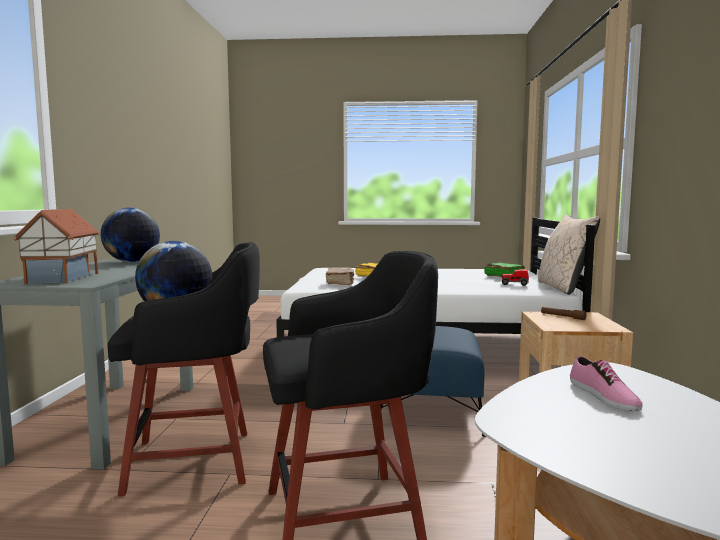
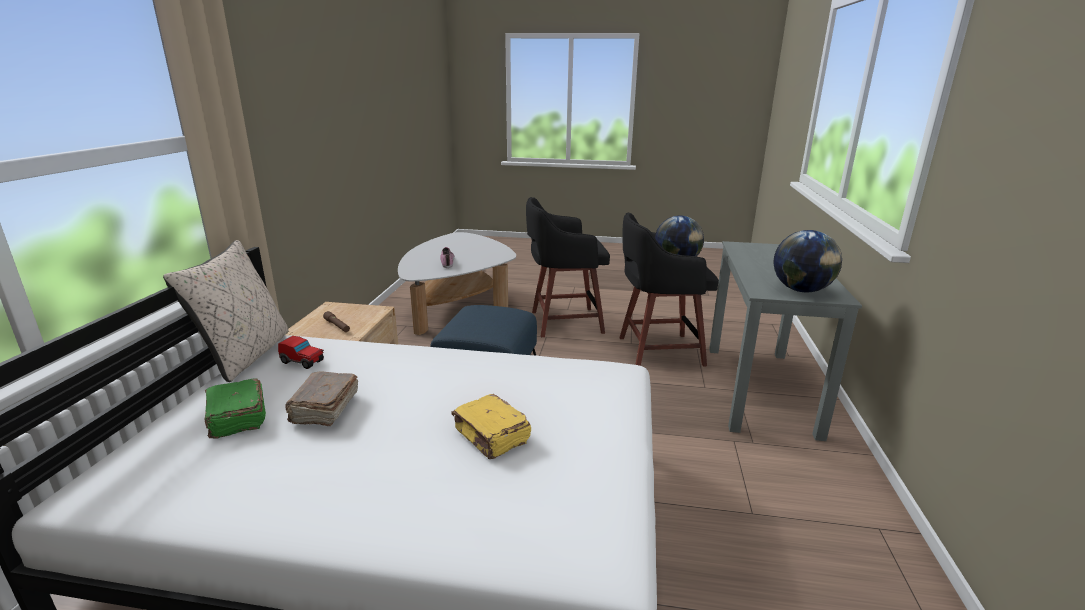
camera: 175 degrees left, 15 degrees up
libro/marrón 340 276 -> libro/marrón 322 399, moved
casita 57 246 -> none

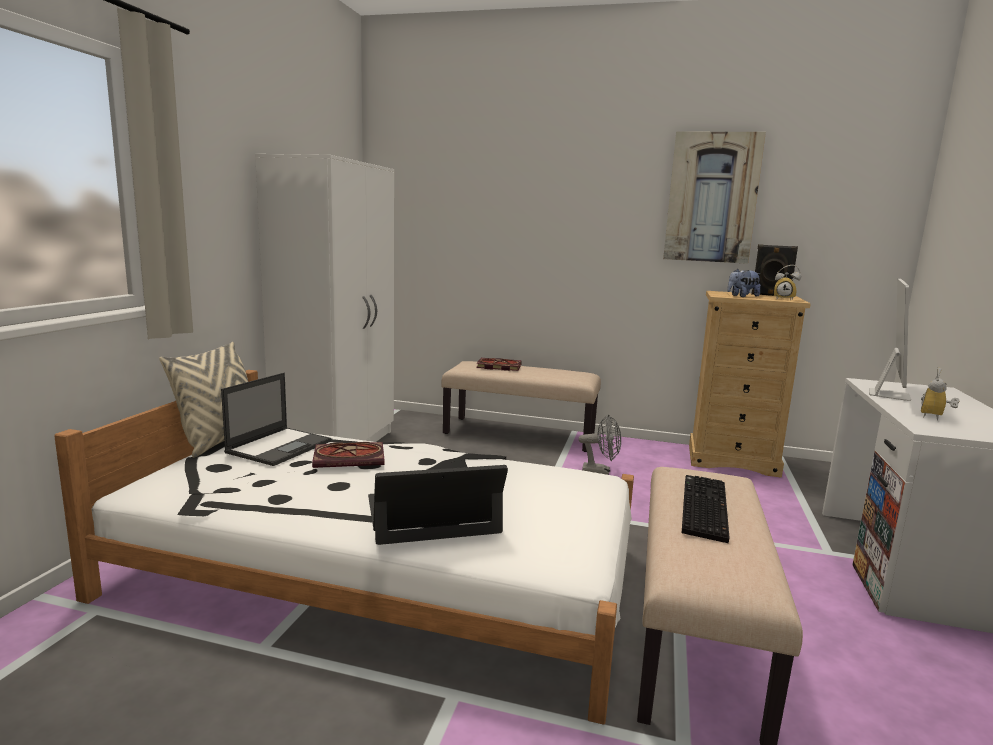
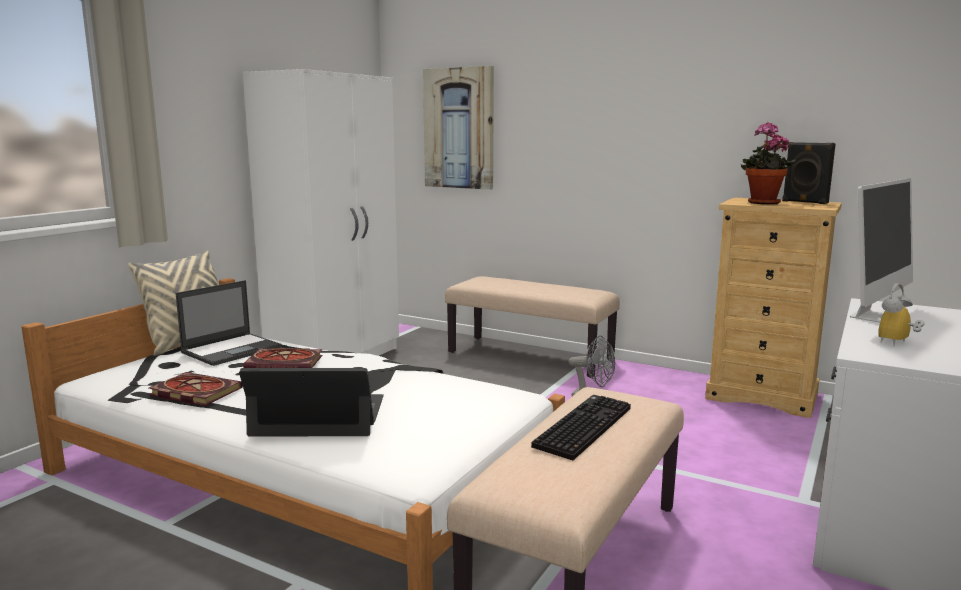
camera: 15 degrees right, 0 degrees up
libro 499 364 -> libro 196 389, moved
cuadro 714 198 -> cuadro 458 128, moved
peluche 744 283 -> planta en maceta 768 163
despertador 787 282 -> none

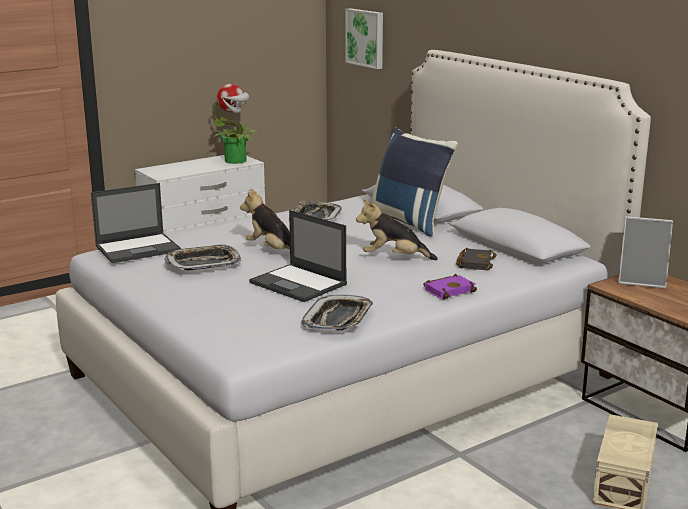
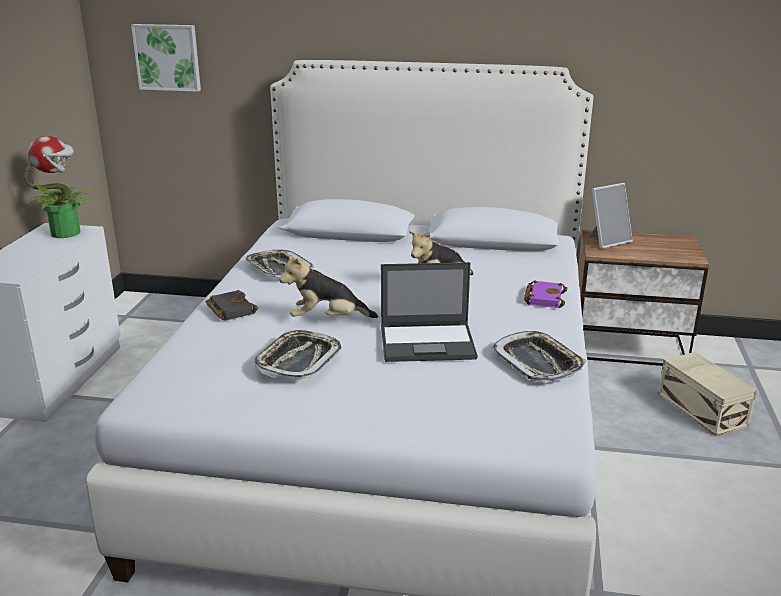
camera: 45 degrees left, 5 degrees up
libro/negro 476 259 -> libro/negro 232 305, moved
portátil 136 223 -> none
cojín/azul 415 182 -> none

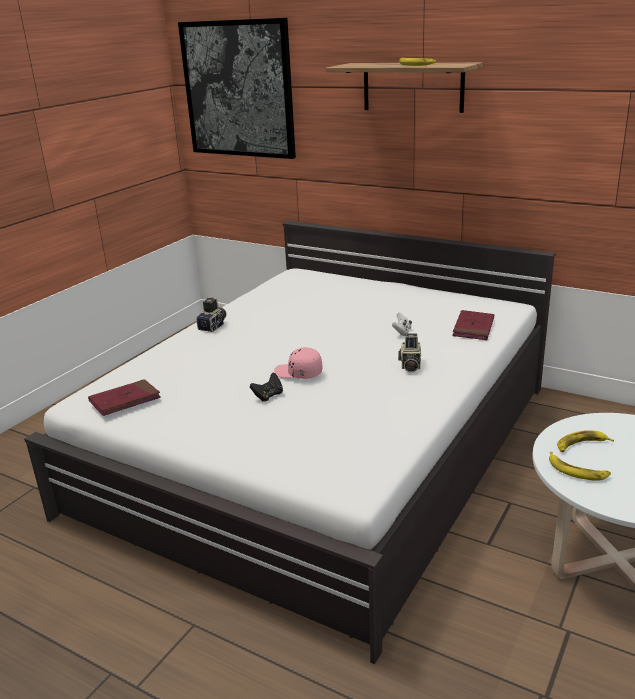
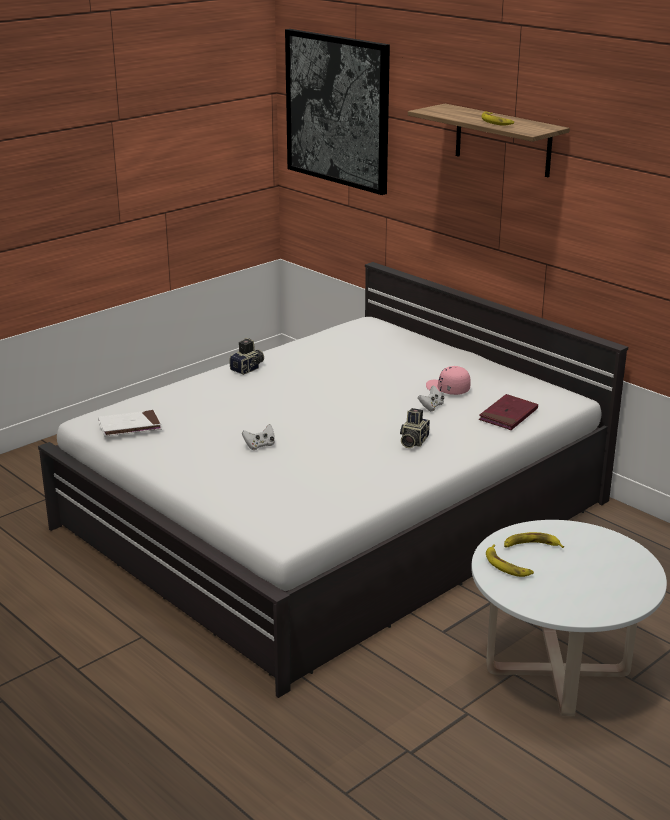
camera: 15 degrees right, 0 degrees up
libro/rojo 124 397 -> libro/blanco 130 423
mando de consola/negro 266 387 -> mando de consola/blanco 258 437
gorra/rosa 298 363 -> gorra/rosa 448 380, moved

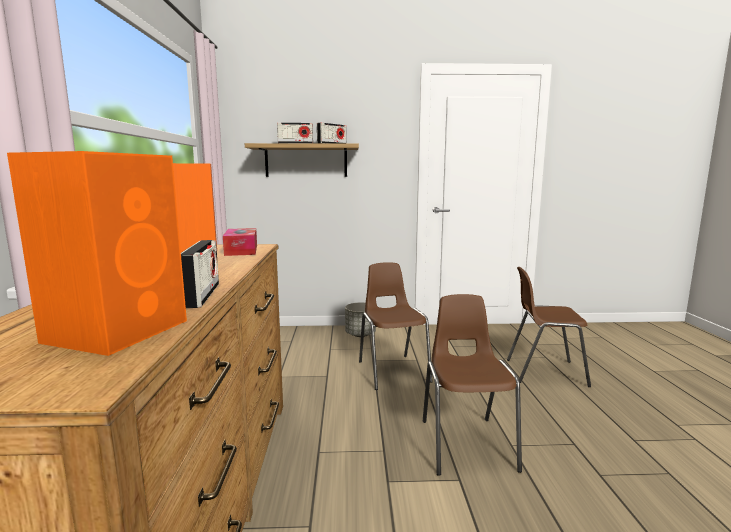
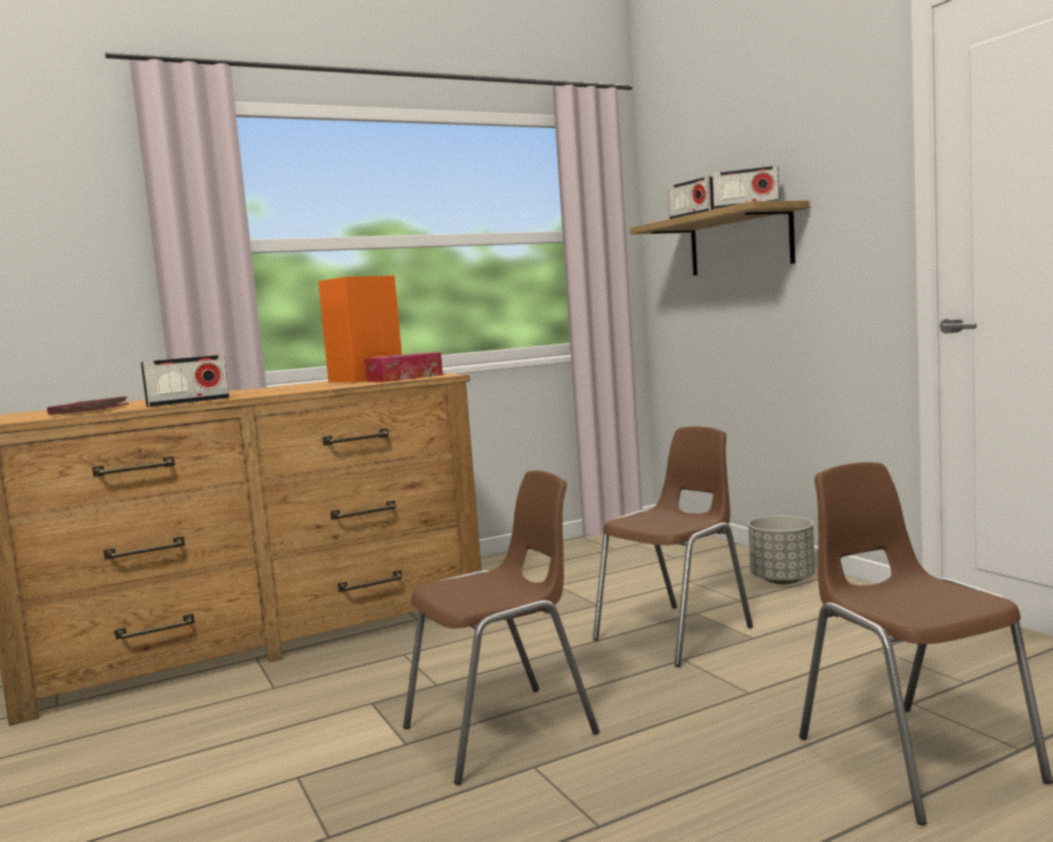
camera: 65 degrees right, 5 degrees down
altavoz/naranja 97 253 -> libro/rojo 88 405

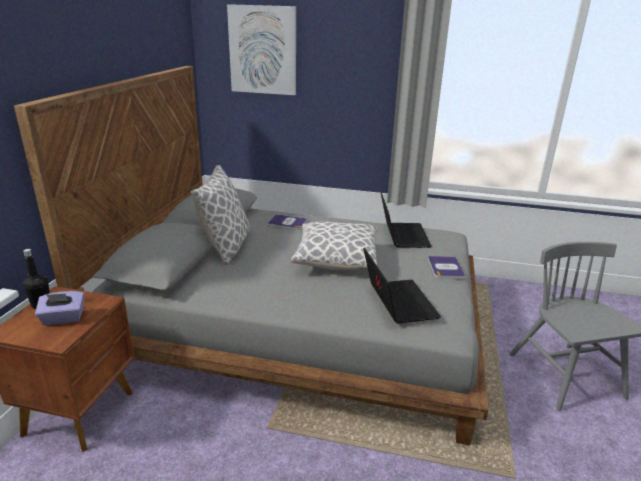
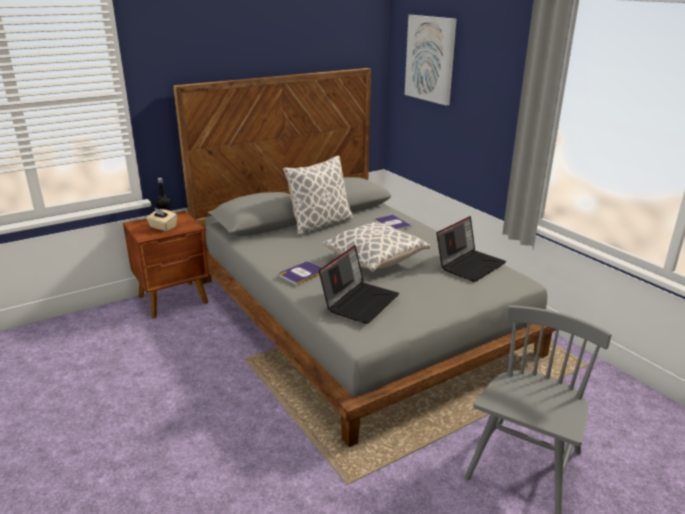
camera: 45 degrees right, 0 degrees up
caja de pañuelos/morado 59 308 -> caja de pañuelos/beis 161 219
libro 447 267 -> libro 300 273, moved

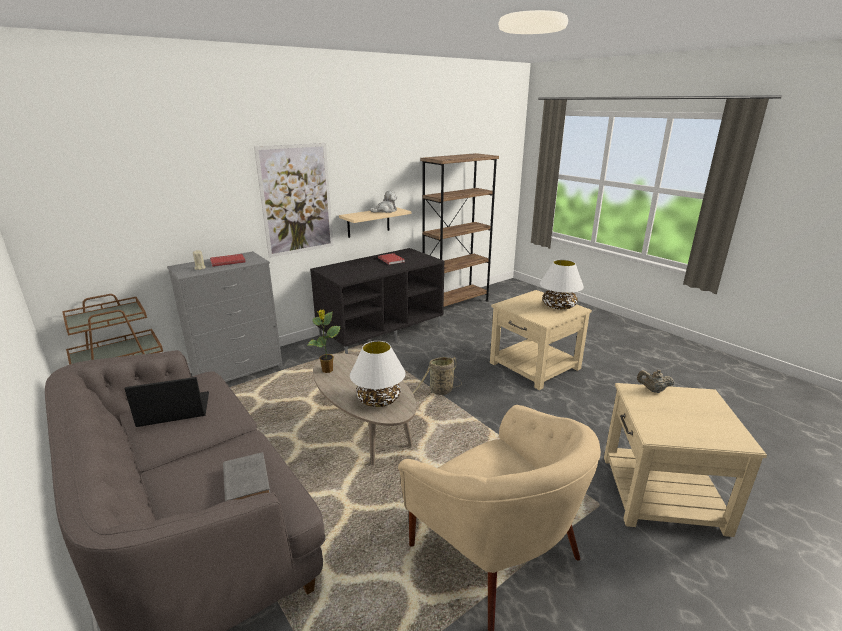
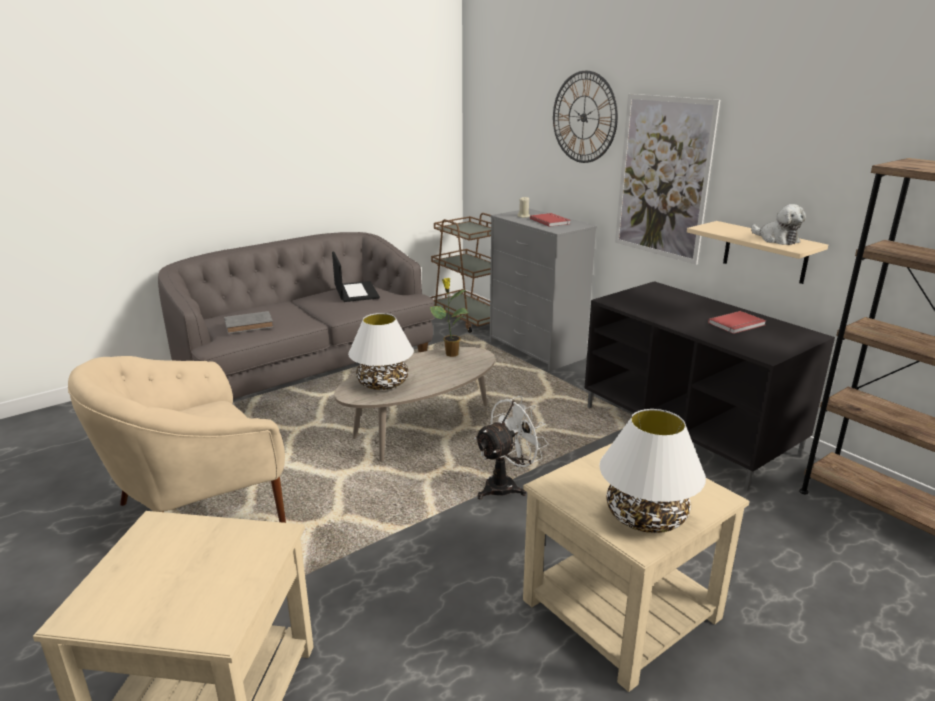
camera: 90 degrees right, 0 degrees up
cesta 437 378 -> ventilador/blanco 511 447
none -> reloj de pared 585 117
tetera/beis 656 381 -> none

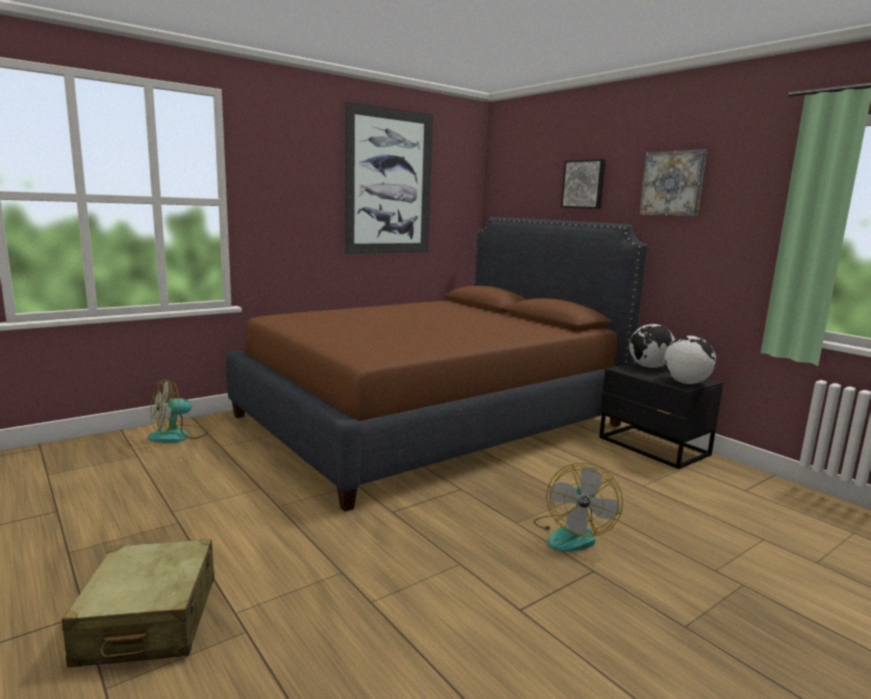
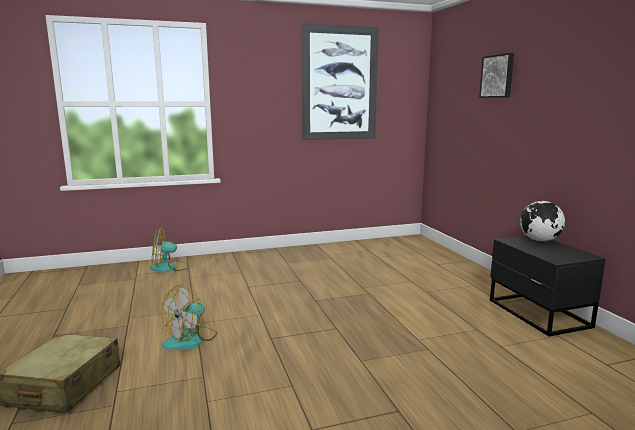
camera: 20 degrees right, 0 degrees up
ventilador 578 507 -> ventilador 189 317, moved
cama/marrón 437 364 -> none
cuadro 673 183 -> none
globo terráqueo 690 360 -> none

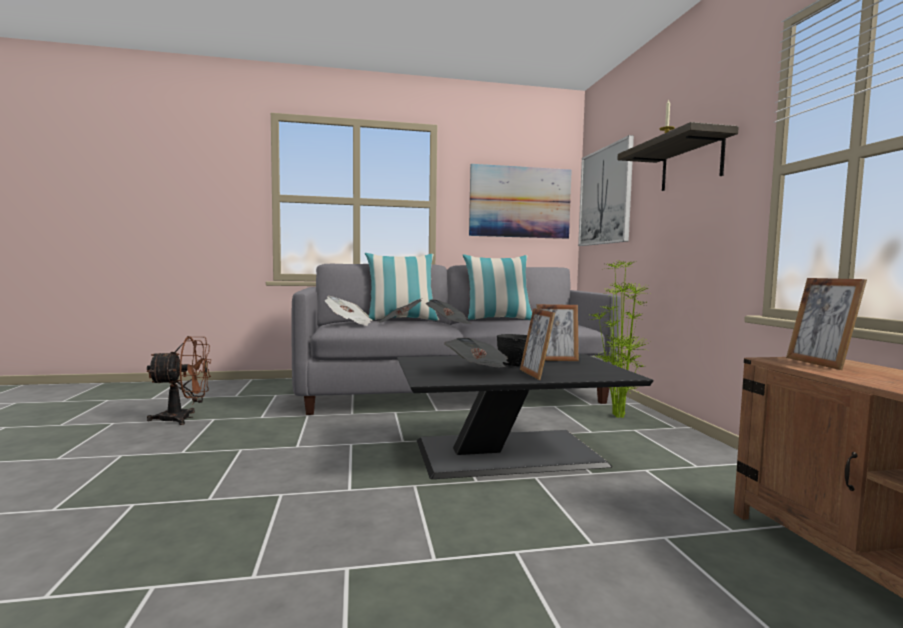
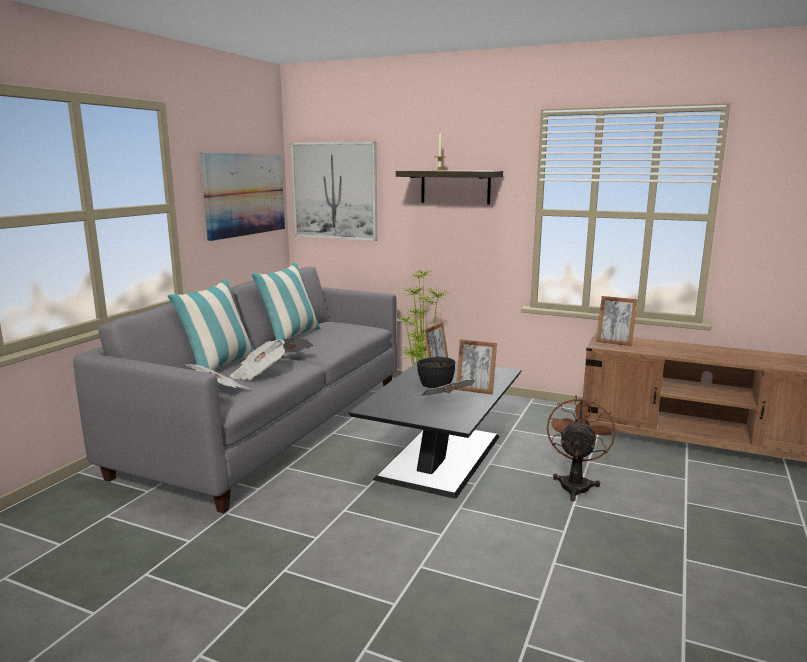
camera: 55 degrees left, 10 degrees up
ventilador/marrón 179 380 -> ventilador/marrón 581 448, moved

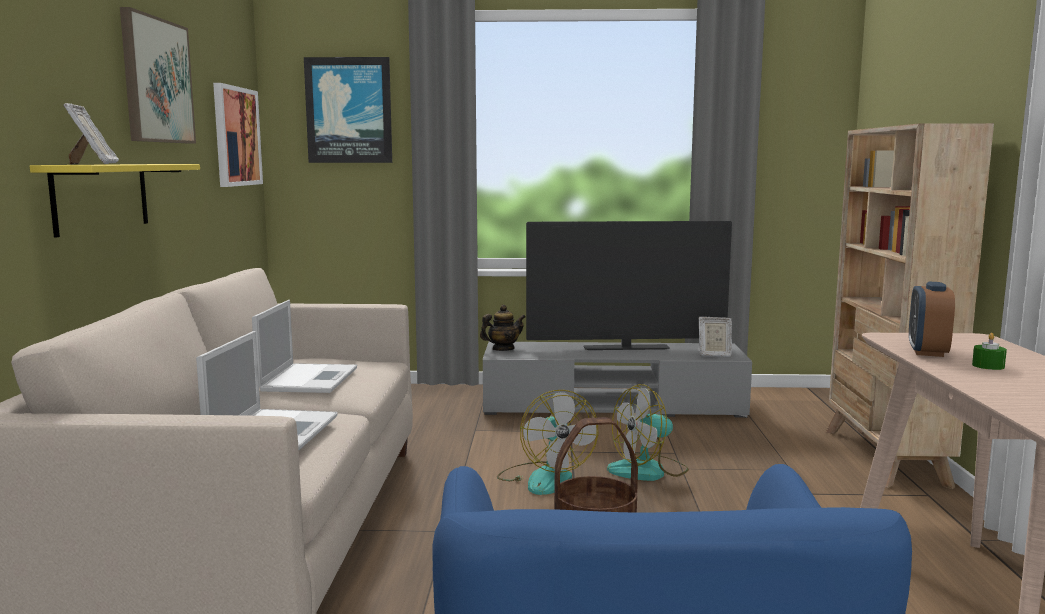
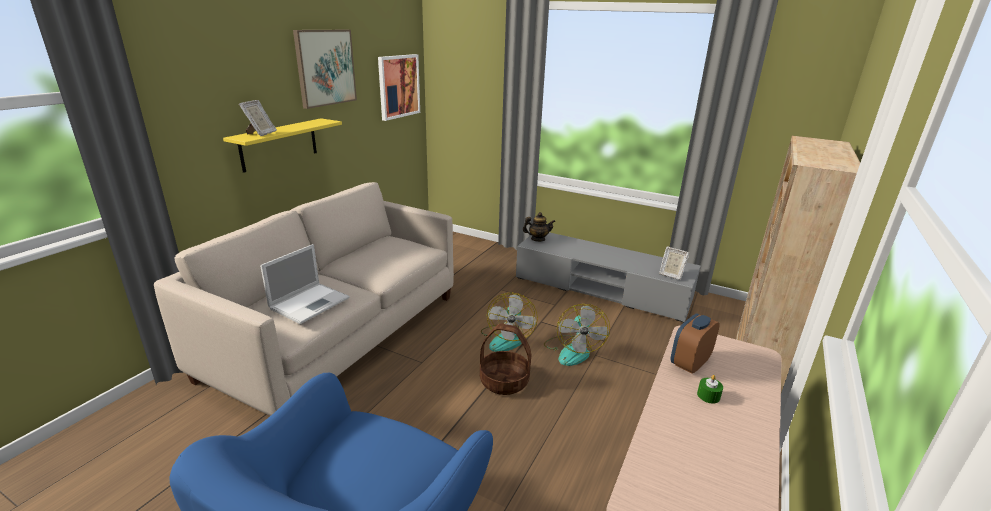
camera: 25 degrees right, 15 degrees up
ventilador 648 432 -> ventilador 577 335, 90 degrees counterclockwise
portátil 304 346 -> none
cuadro 348 110 -> none
televisor 629 285 -> none

